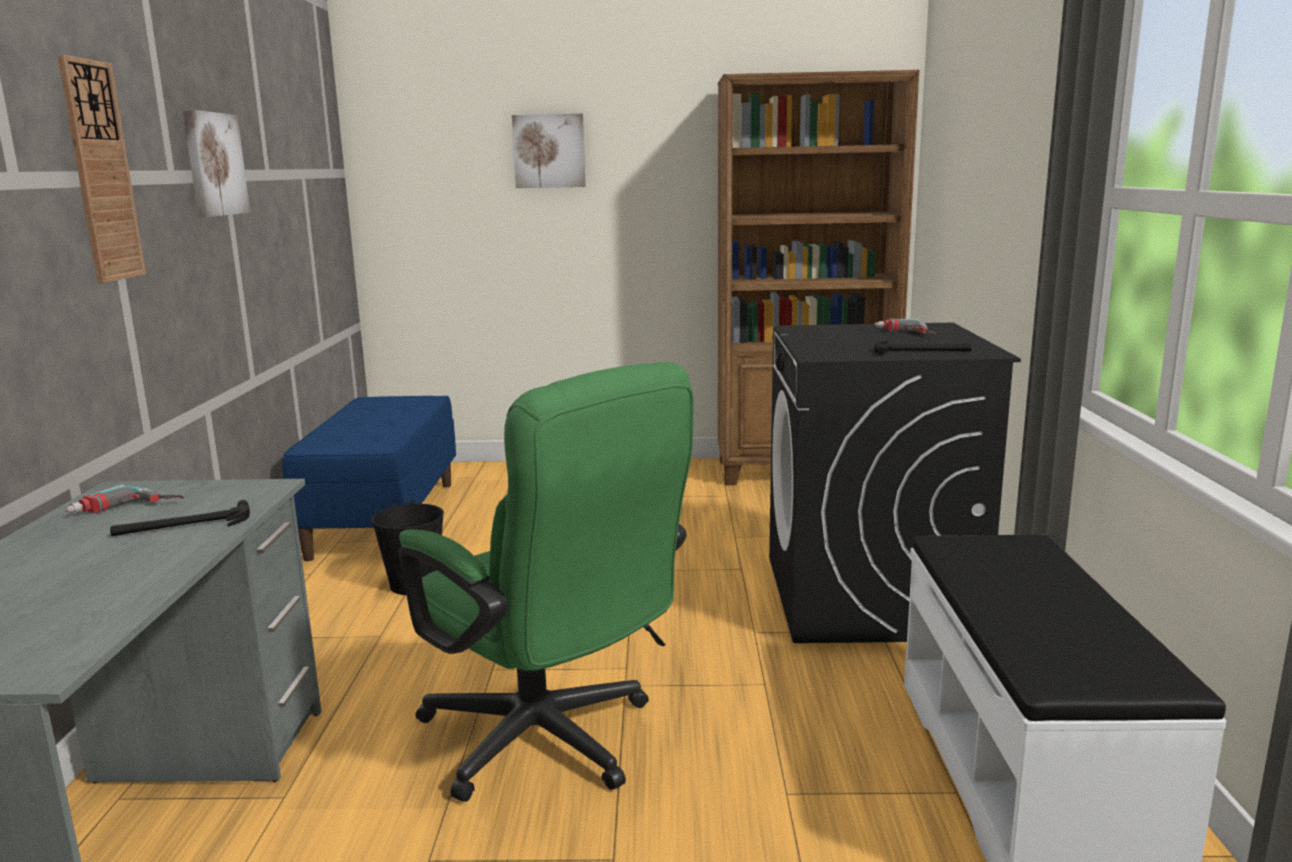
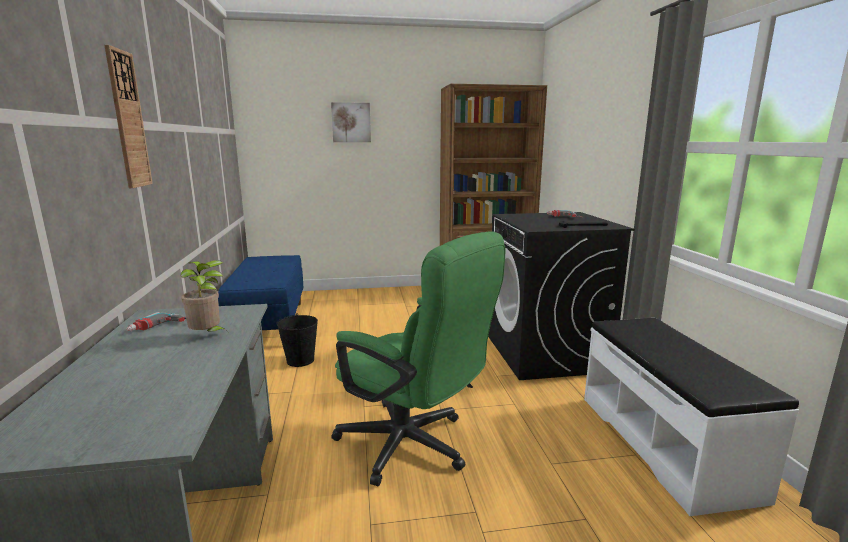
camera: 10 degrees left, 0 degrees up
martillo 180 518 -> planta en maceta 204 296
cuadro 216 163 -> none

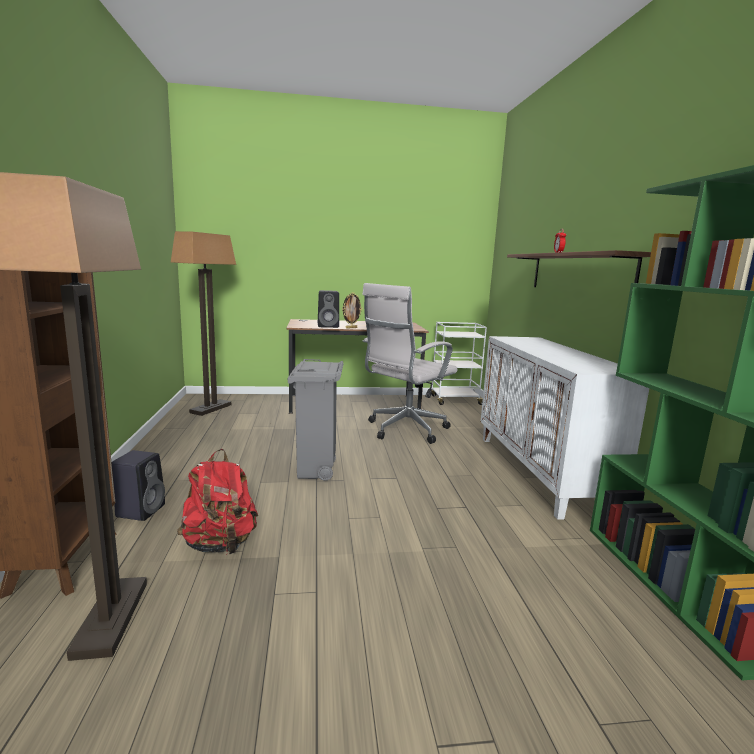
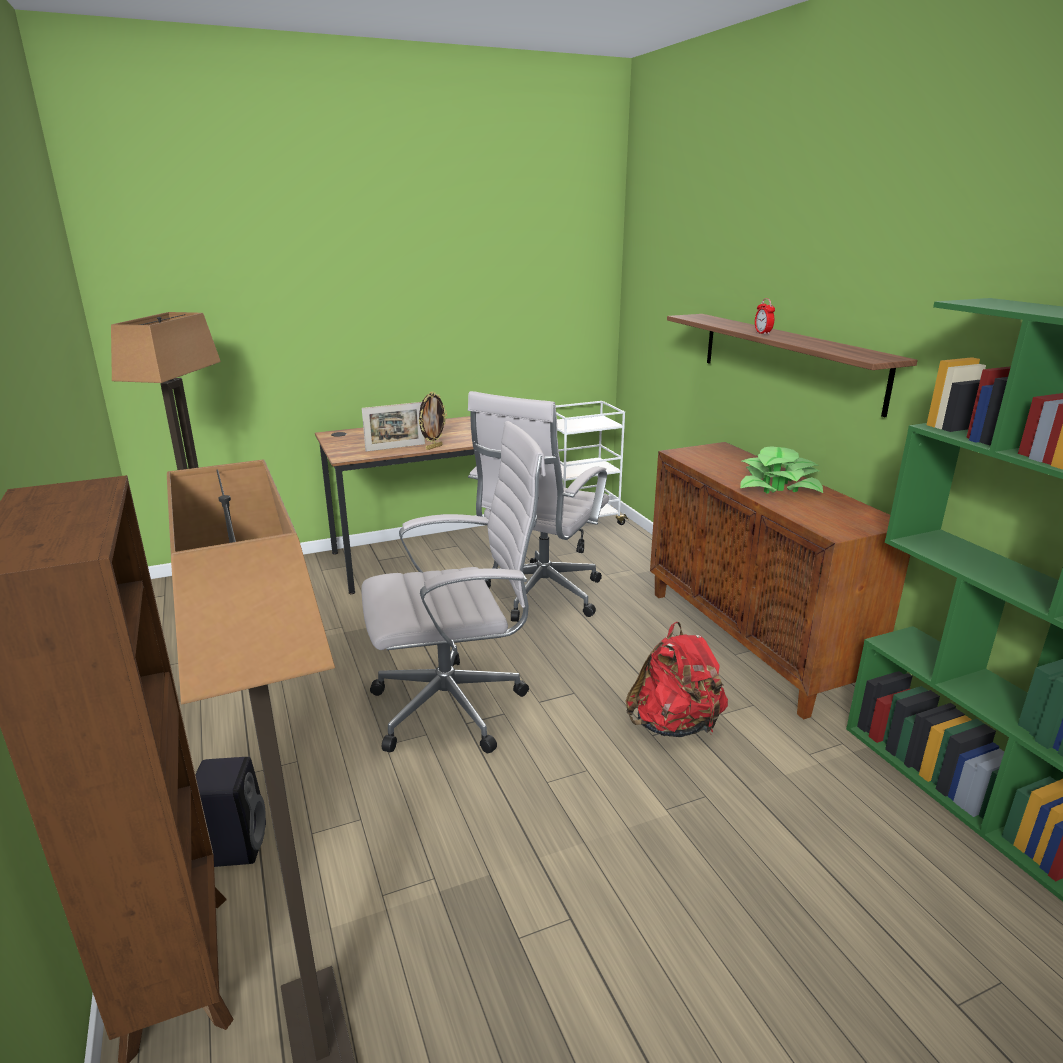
camera: 15 degrees left, 10 degrees up
papelera/gris 315 420 -> silla de oficina/blanco 453 587
altavoz/negro 328 309 -> portarretratos 393 426
mochila/rojo 217 501 -> mochila/rojo 676 679, moved
armario/blanco 565 428 -> armario/marrón 780 581
none -> planta en maceta 781 469

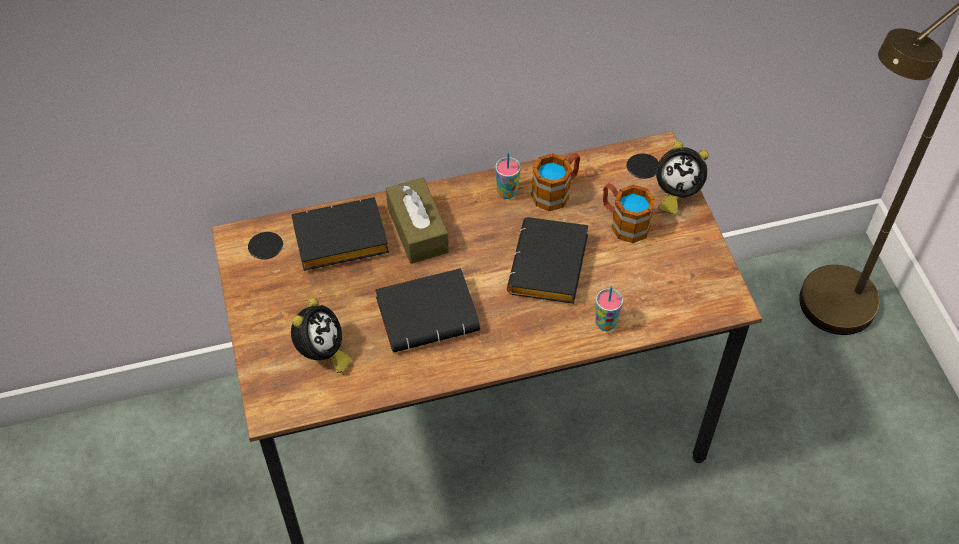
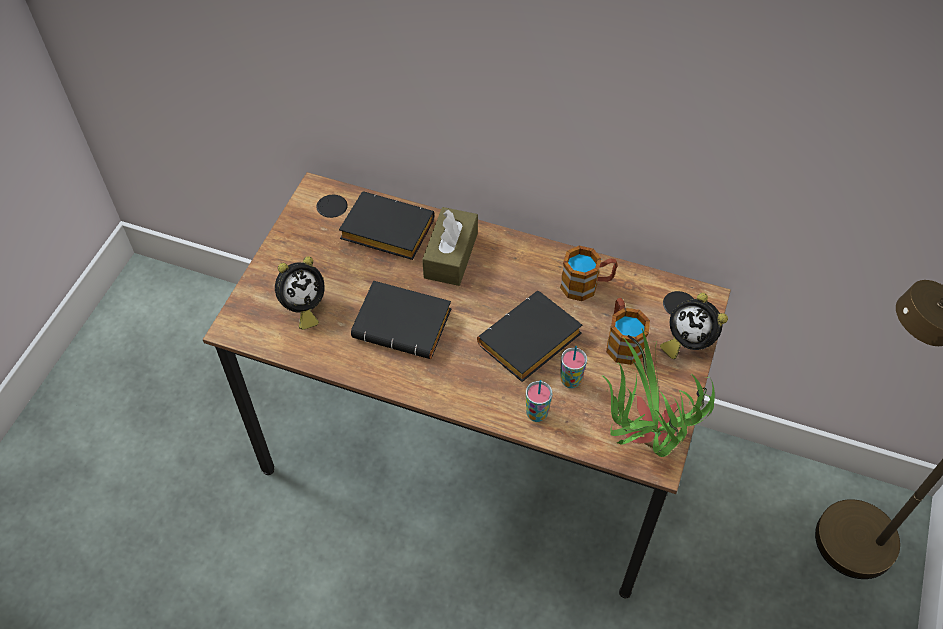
camera: 35 degrees right, 0 degrees up
taza 508 176 -> taza 573 367, moved
none -> planta en maceta 658 392

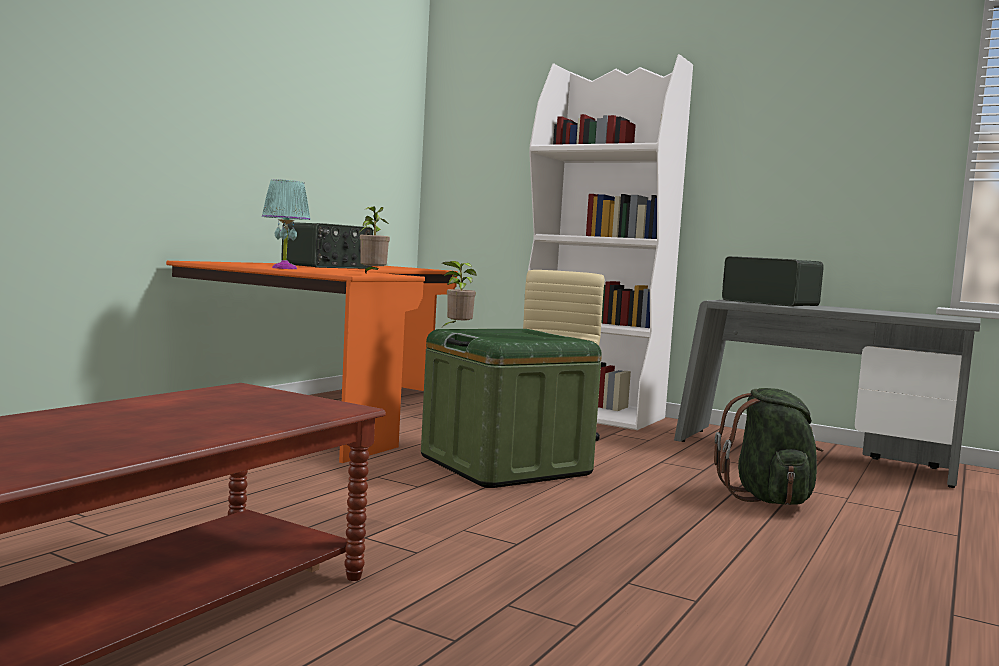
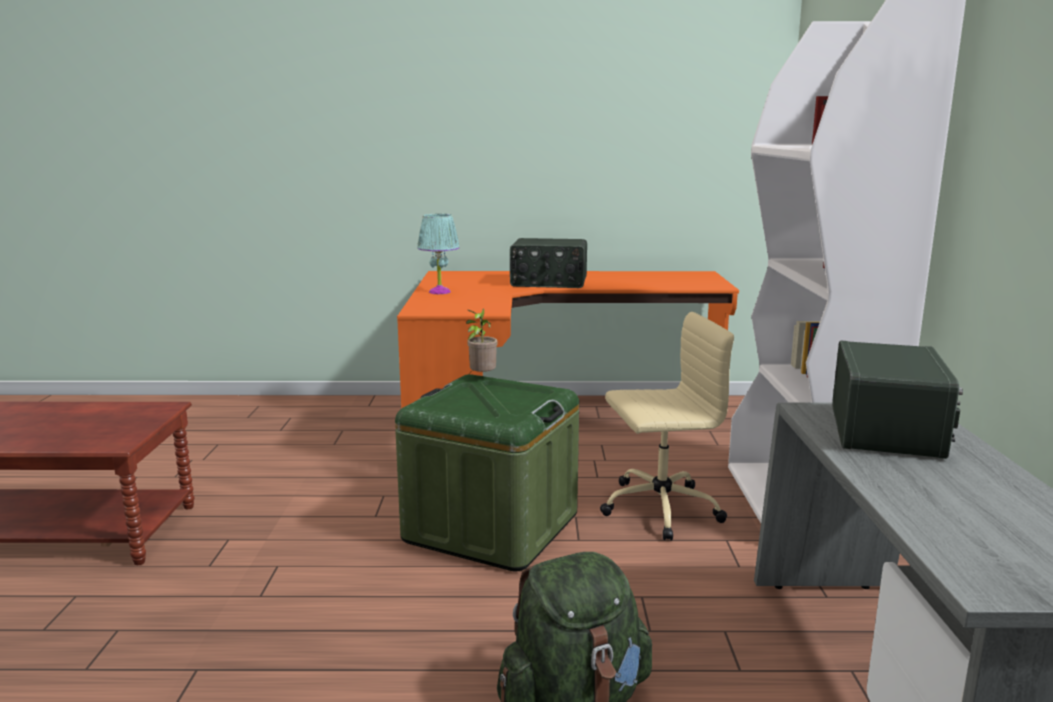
camera: 60 degrees right, 10 degrees up
planta en maceta 375 240 -> none

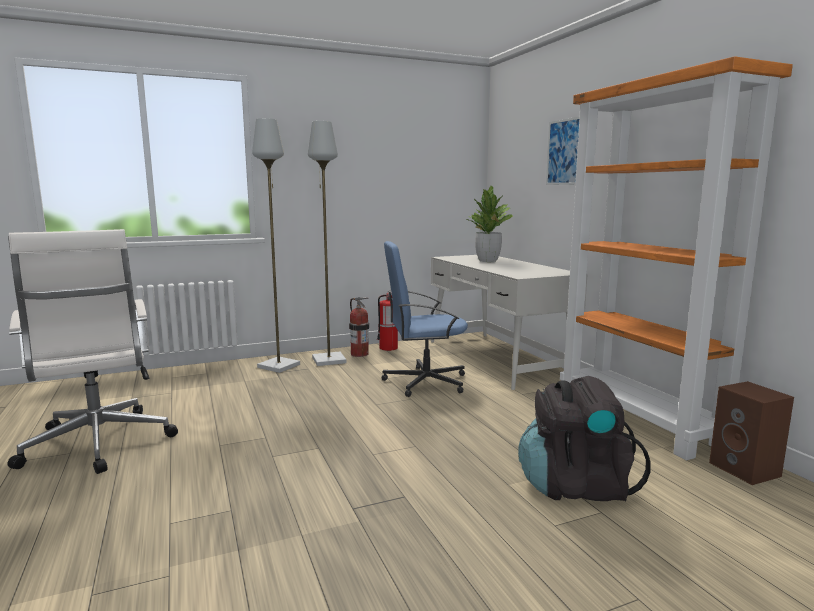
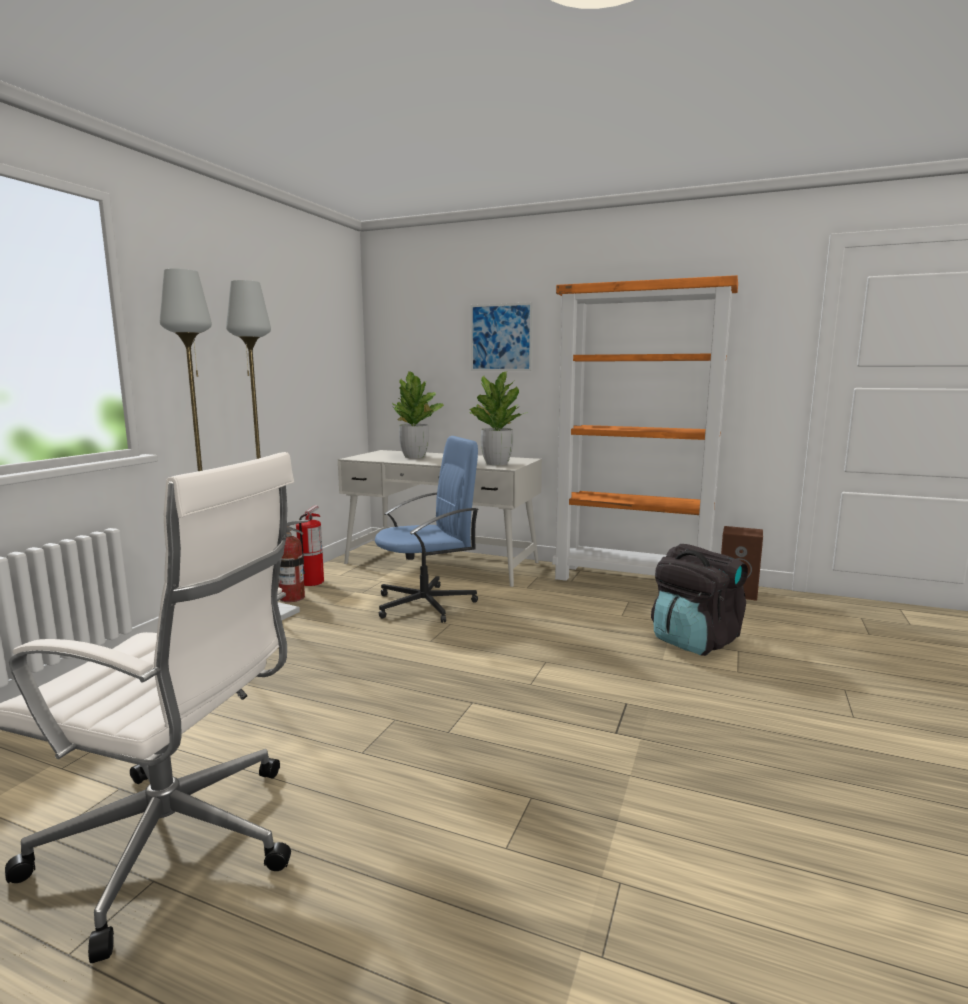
camera: 45 degrees left, 0 degrees up
silla de oficina/azul 424 319 -> silla de oficina/azul 427 529, 150 degrees counterclockwise
none -> planta en maceta 497 418

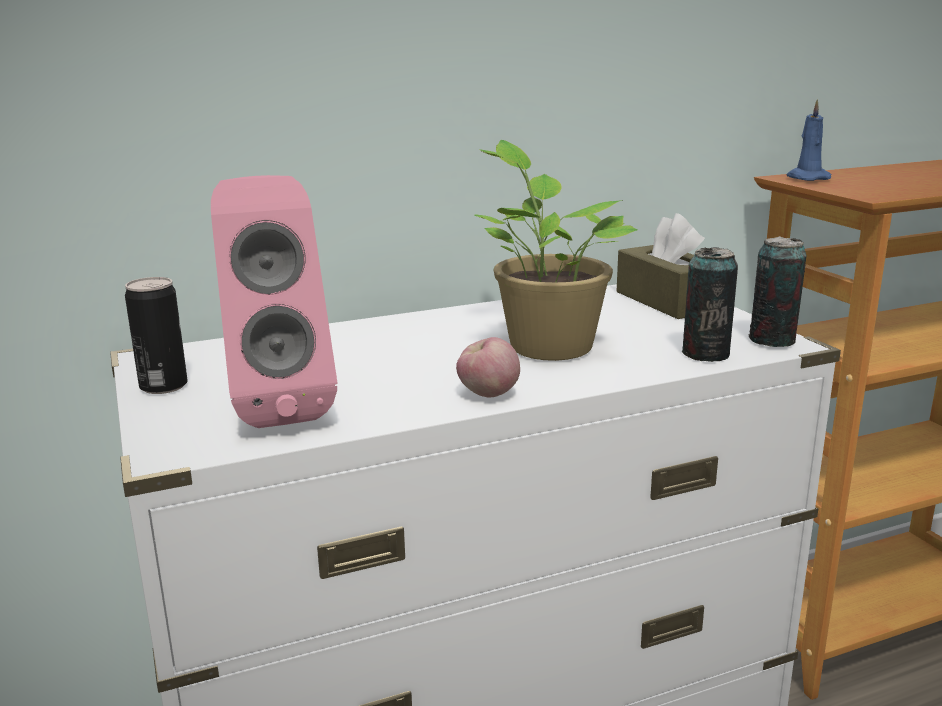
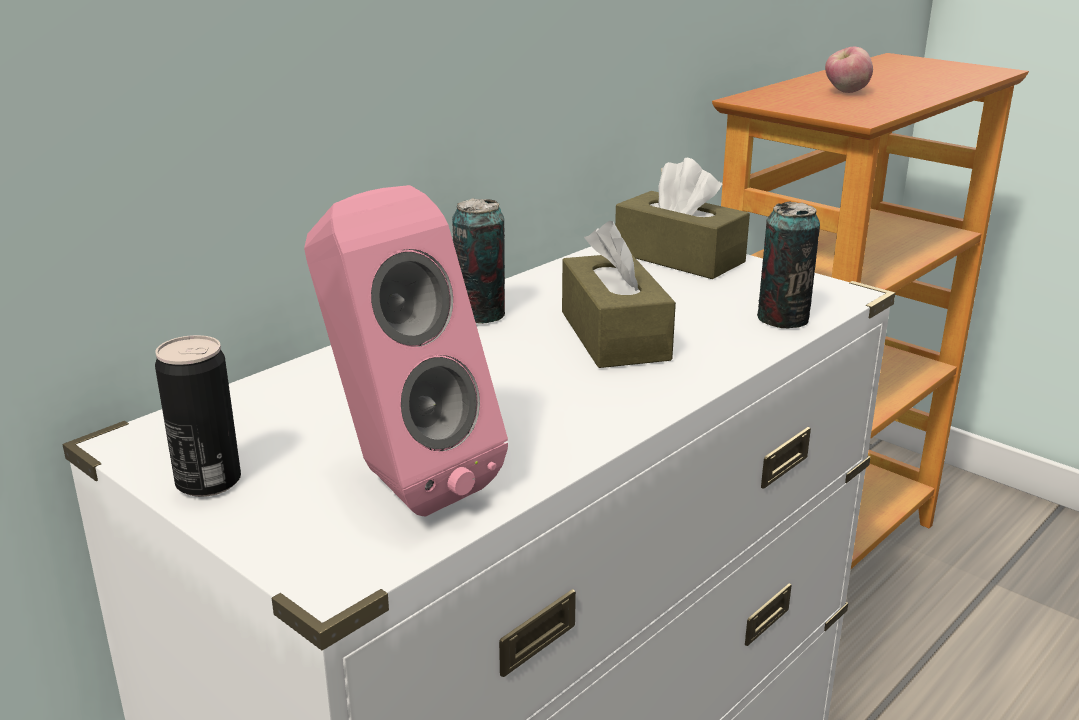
camera: 25 degrees left, 5 degrees up
lata 777 291 -> lata 478 261, moved
planta en maceta 556 250 -> caja de pañuelos/marrón 619 294
manzana 488 367 -> manzana 849 70, moved
vela/azul 809 140 -> none

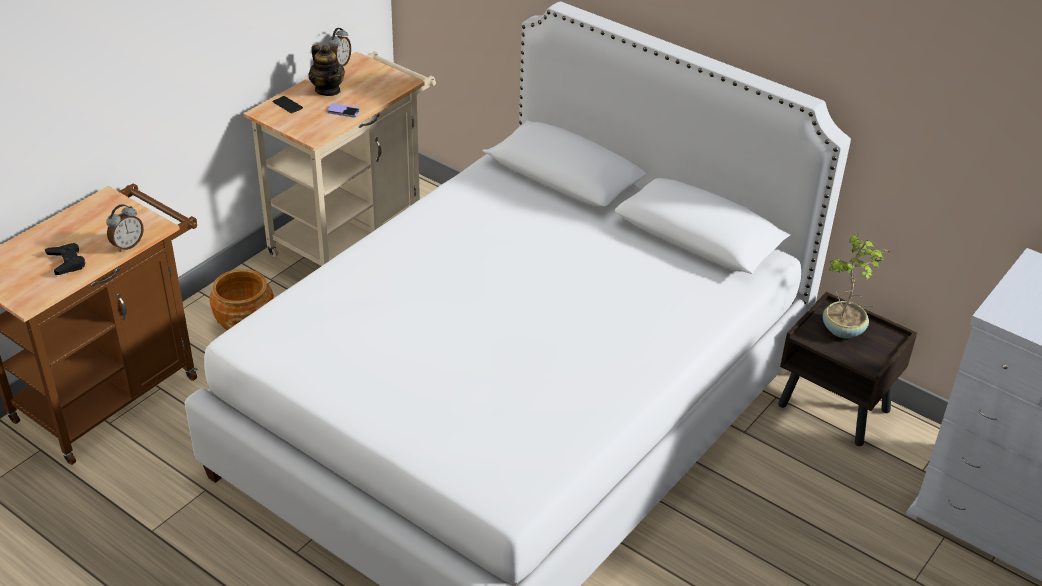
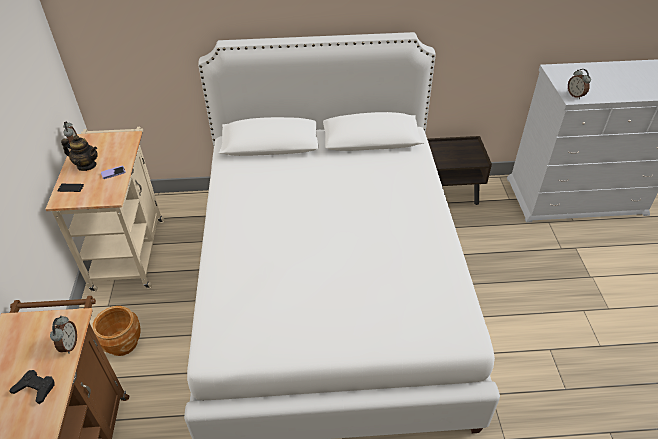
camera: 40 degrees left, 5 degrees up
none -> despertador 579 84
planta en maceta 856 285 -> none

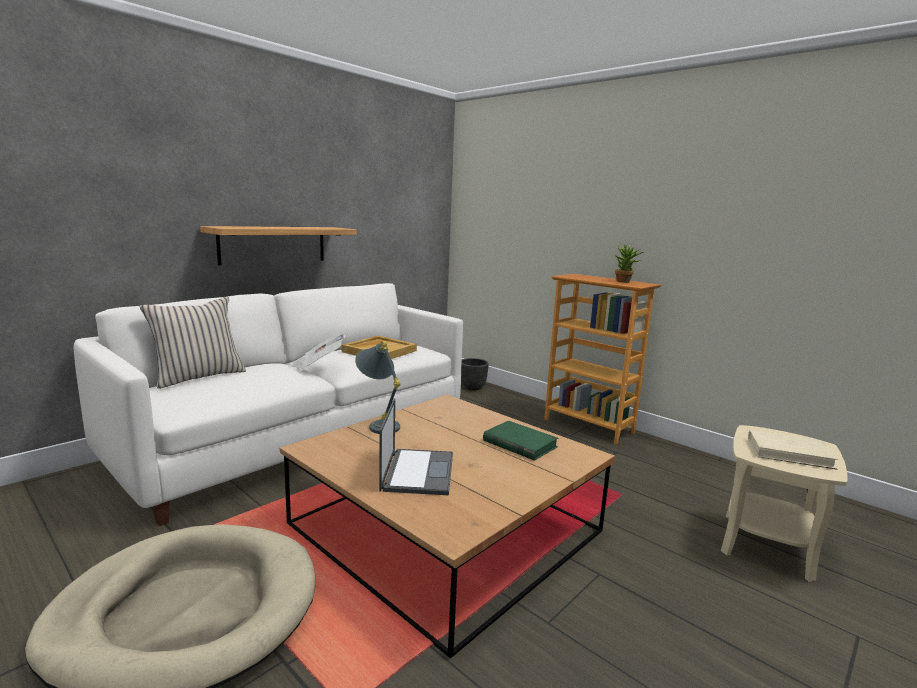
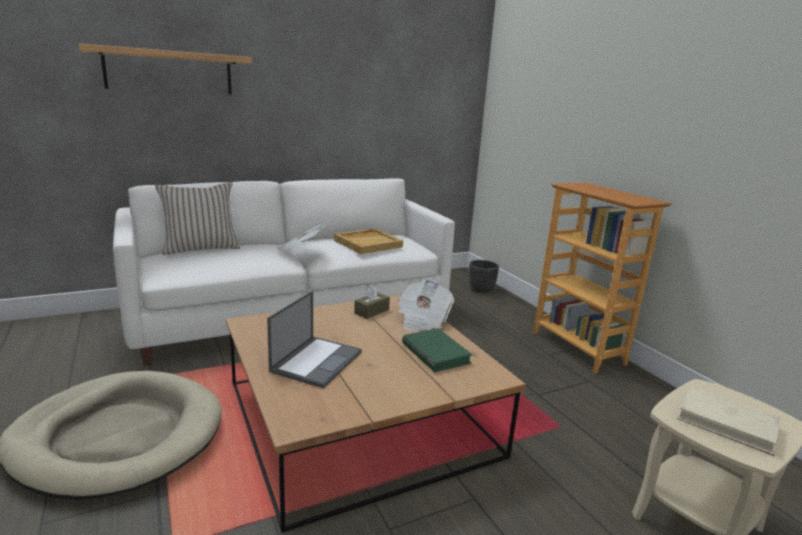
camera: 20 degrees right, 5 degrees up
estante 278 245 -> estante 165 69, moved
none -> caja de pañuelos/marrón 372 302
none -> periódico 426 305
lámpara de mesa/gris 378 387 -> none
planta en maceta 629 263 -> none

